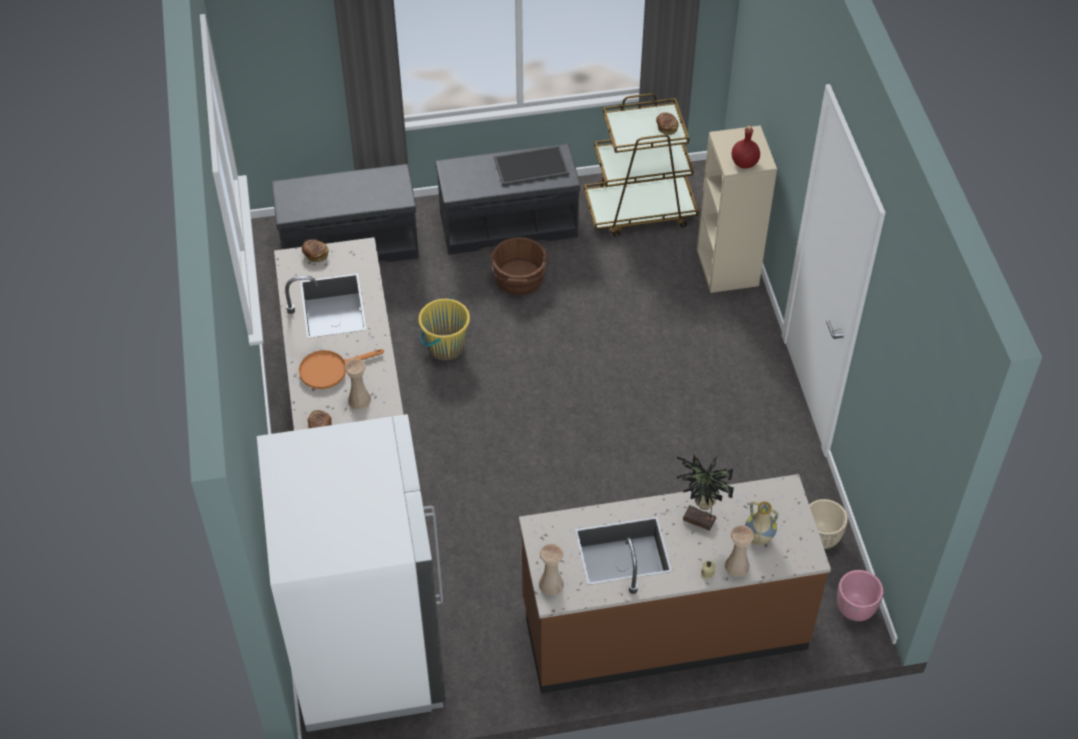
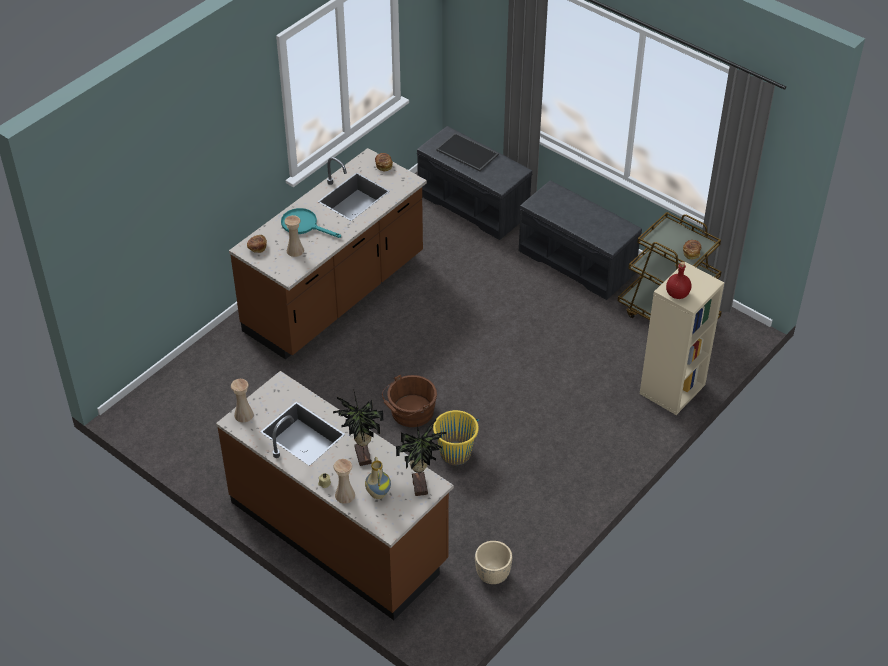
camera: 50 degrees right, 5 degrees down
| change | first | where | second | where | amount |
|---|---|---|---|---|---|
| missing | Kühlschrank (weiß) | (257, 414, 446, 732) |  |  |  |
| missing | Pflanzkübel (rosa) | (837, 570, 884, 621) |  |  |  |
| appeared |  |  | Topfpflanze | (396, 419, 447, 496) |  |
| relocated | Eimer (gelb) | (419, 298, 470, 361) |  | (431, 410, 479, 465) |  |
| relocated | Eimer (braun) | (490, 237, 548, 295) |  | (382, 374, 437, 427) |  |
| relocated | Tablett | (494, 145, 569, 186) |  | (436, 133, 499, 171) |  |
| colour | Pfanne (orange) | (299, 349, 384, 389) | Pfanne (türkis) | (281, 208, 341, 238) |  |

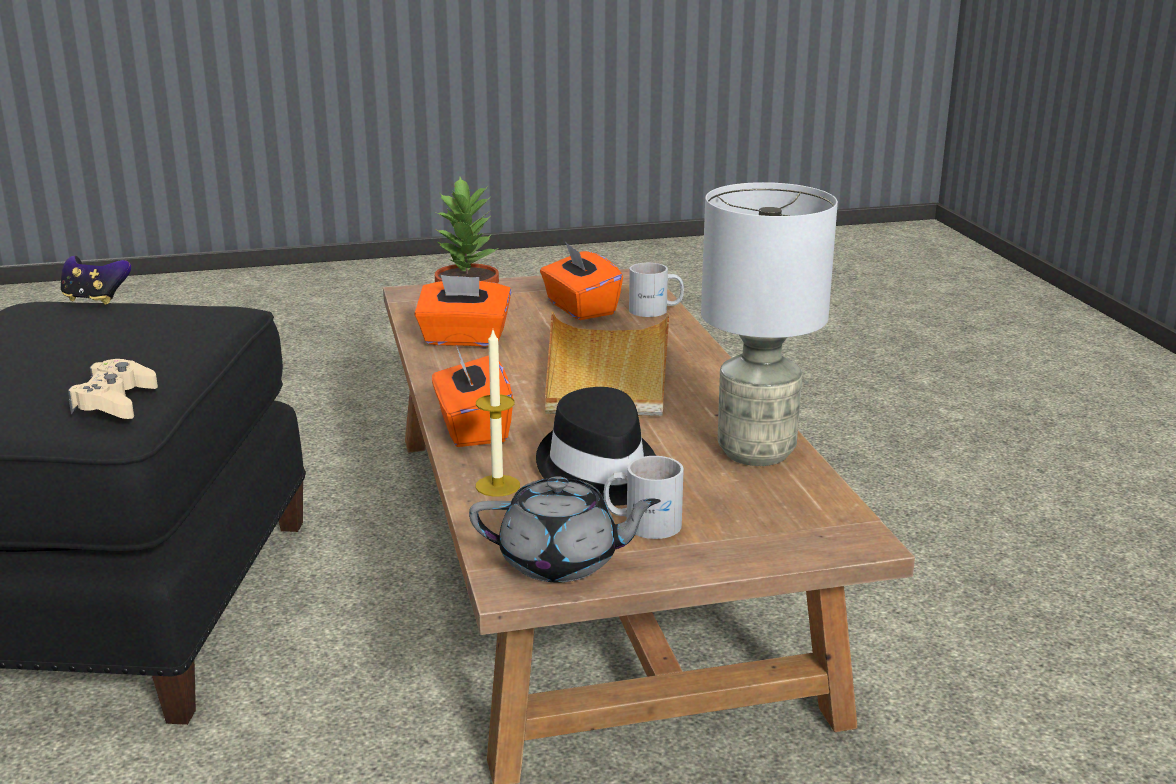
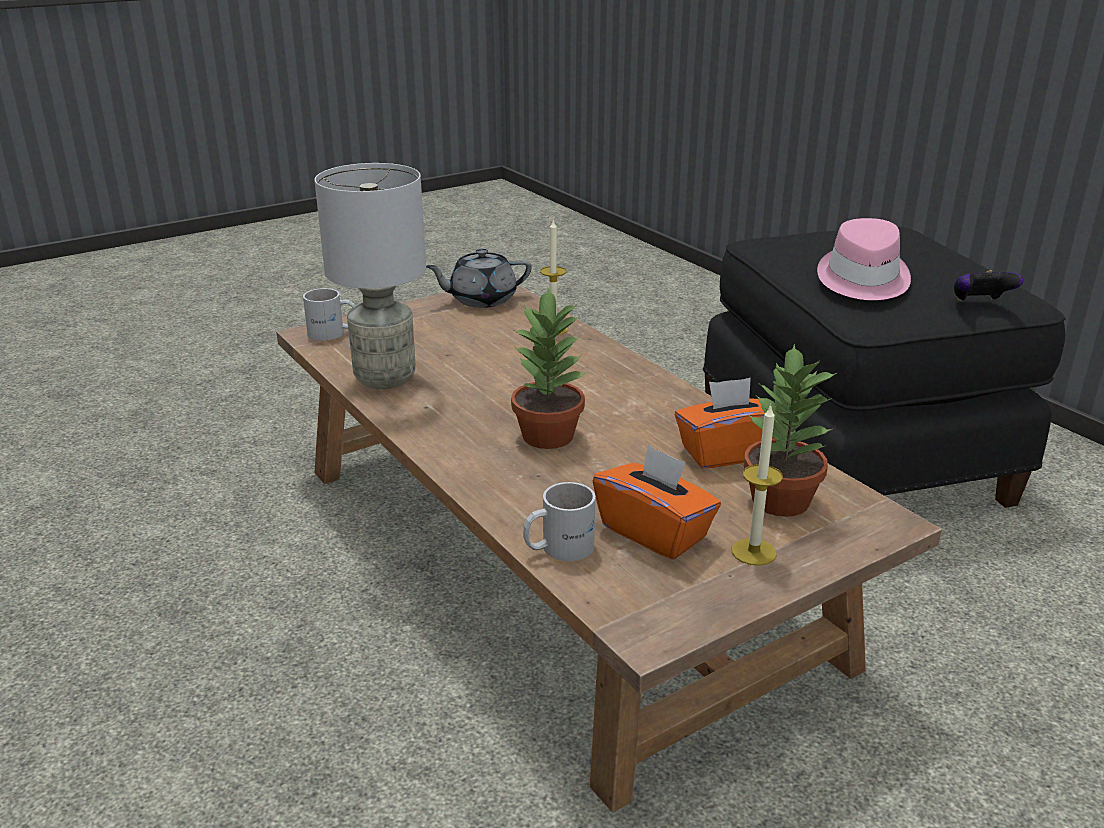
camera: 160 degrees right, 5 degrees up
| change | first | where | second | where | amount |
|---|---|---|---|---|---|
| missing | Gamepad (beige) | (68, 359, 158, 419) |  |  |  |
| missing | Taschentuchbox (orange) | (432, 345, 513, 447) |  |  |  |
| missing | Hut (schwarz) | (536, 387, 656, 506) |  |  |  |
| appeared |  |  | Kerze | (732, 404, 783, 566) |  |
| appeared |  |  | Hut (rosa) | (817, 218, 911, 300) |  |
| relocated | Henkelbecher (weiß) | (604, 456, 684, 539) |  | (303, 288, 356, 341) |  |
| exchanged | Tablett (beige) | (545, 312, 669, 416) | Topfpflanze | (511, 287, 587, 449) |  |

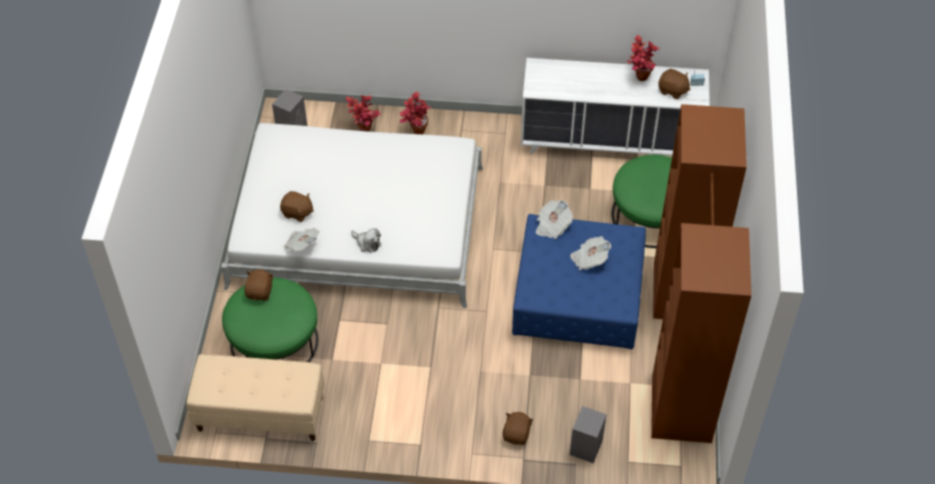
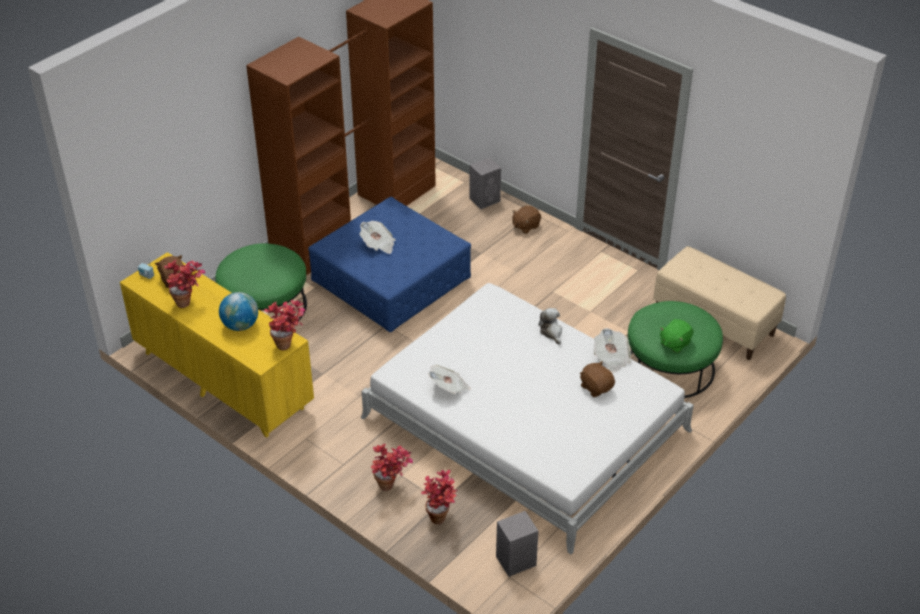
camera: 145 degrees left, 10 degrees down
| change | first | where | second | where | amount |
|---|---|---|---|---|---|
| appeared |  |  | Globus | (219, 292, 258, 331) |  |
| appeared |  |  | Topfpflanze | (264, 300, 305, 350) |  |
| relocated | Zeitung | (536, 200, 573, 239) |  | (428, 365, 471, 394) |  |
| colour | Plüschtier (braun) | (244, 269, 273, 301) | Plüschtier (grün) | (660, 319, 694, 353) |  |
| colour | Kommode (weiß) | (521, 58, 710, 156) | Kommode (gelb) | (120, 252, 314, 438) |  |

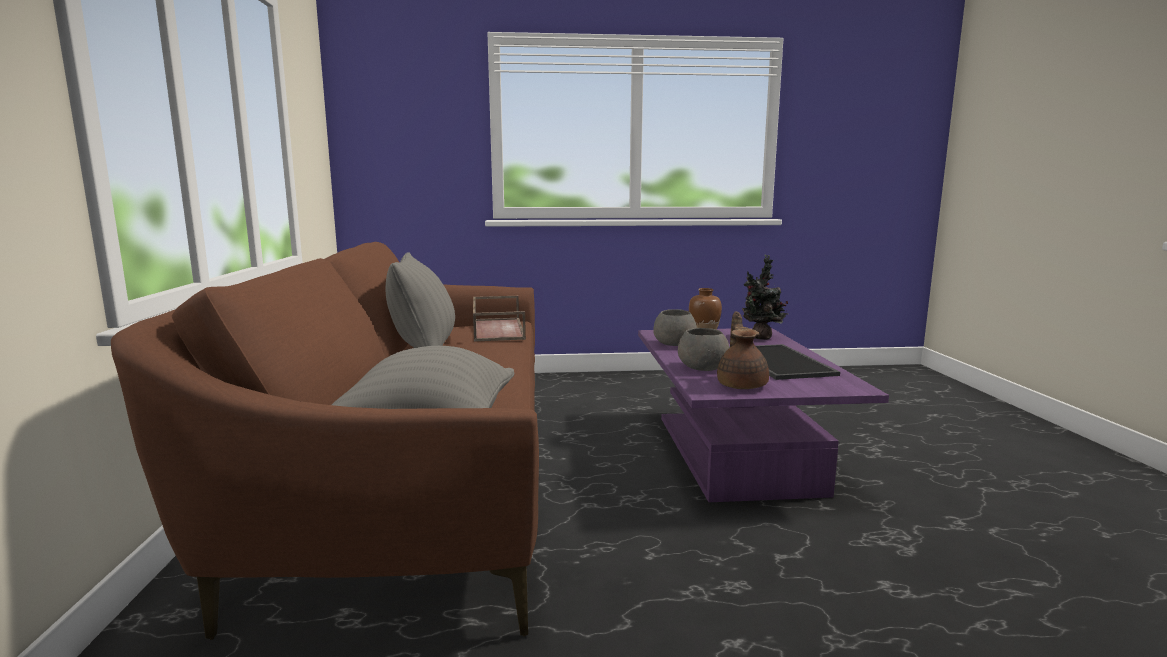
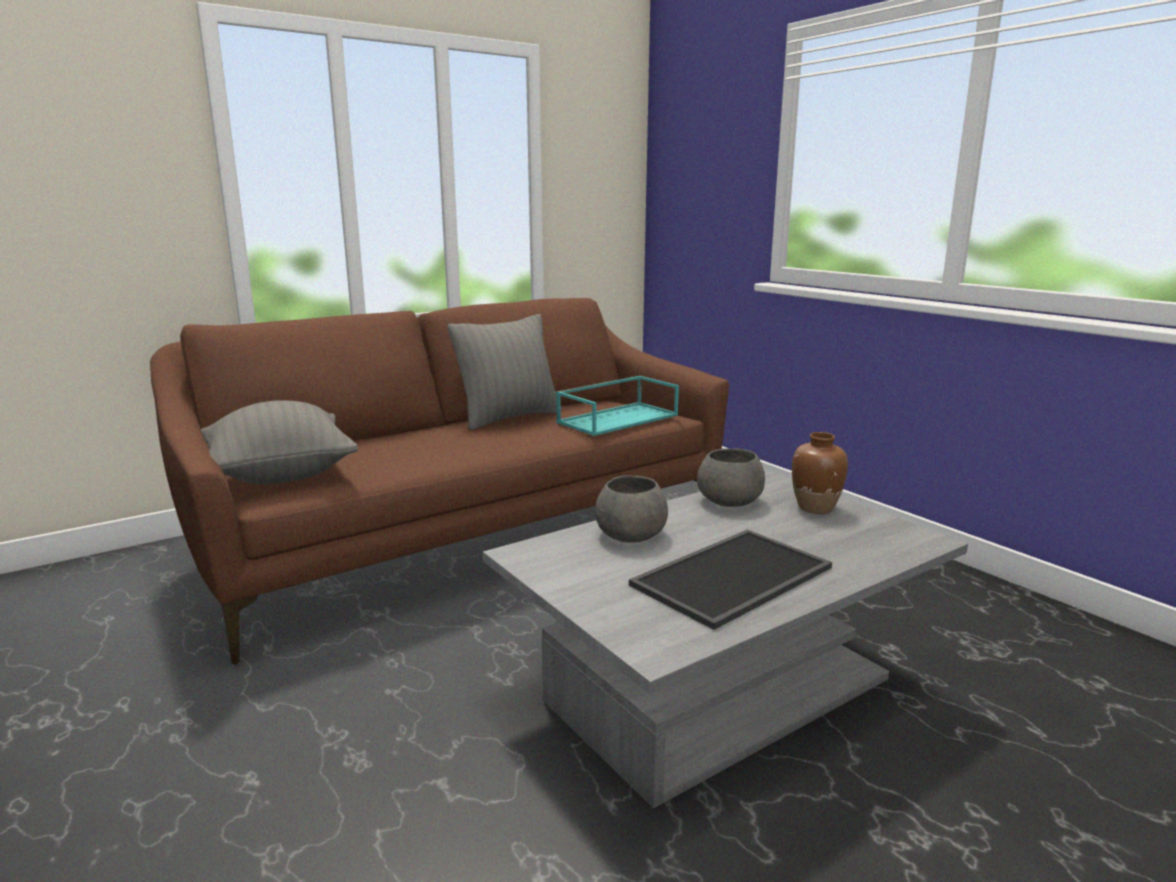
camera: 60 degrees right, 5 degrees up
| change | first | where | second | where | amount |
|---|---|---|---|---|---|
| missing | Teekanne (braun) | (717, 311, 769, 389) |  |  |  |
| missing | Topfpflanze | (742, 255, 788, 340) |  |  |  |
| colour | Tablett (braun) | (473, 296, 526, 342) | Tablett (türkis) | (556, 376, 679, 436) |  |
| colour | Couchtisch (lila) | (638, 328, 889, 502) | Couchtisch (grau) | (483, 472, 968, 808) |  |

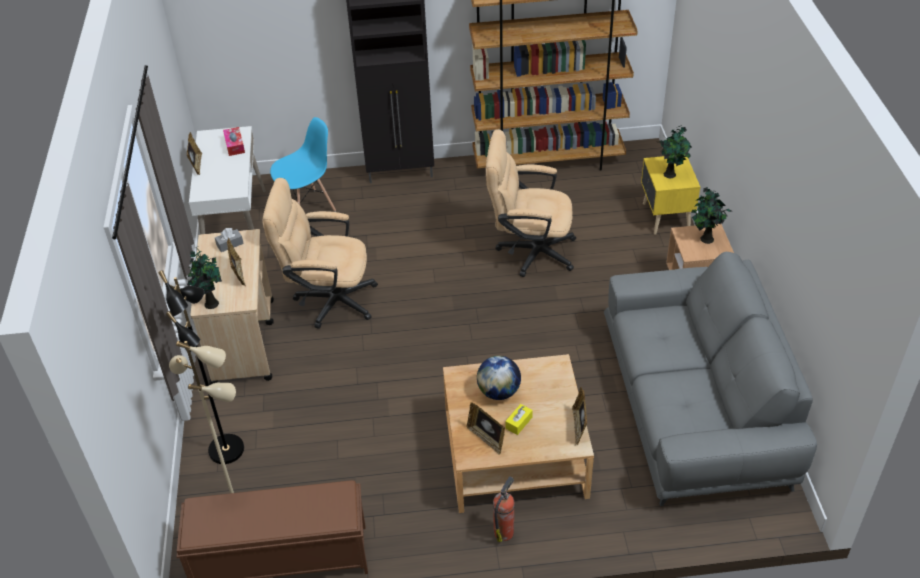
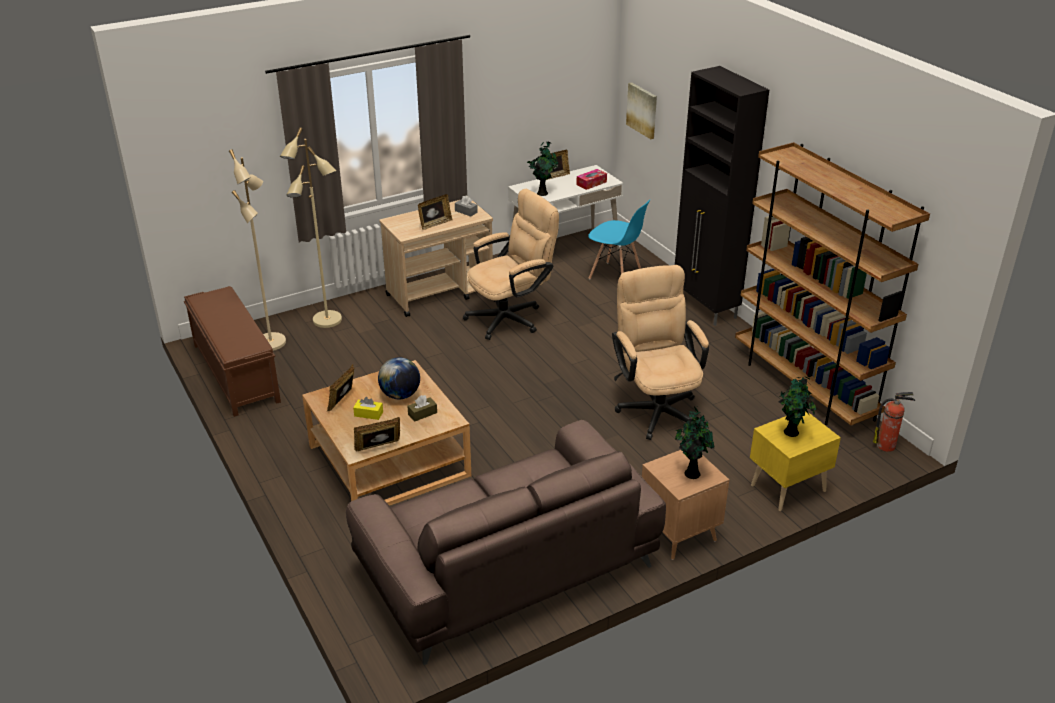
camera: 65 degrees right, 10 degrees down
| change | first | where | second | where | amount |
|---|---|---|---|---|---|
| appeared |  |  | Taschentuchbox (braun) | (407, 395, 437, 422) |  |
| appeared |  |  | Bild | (626, 82, 657, 139) |  |
| relocated | Topfpflanze | (187, 246, 222, 309) |  | (527, 141, 558, 196) |  |
| relocated | Feuerlöscher | (493, 476, 515, 542) |  | (873, 392, 915, 452) |  |
| colour | Stehlampe (schwarz) | (158, 270, 244, 464) | Stehlampe (beige) | (280, 127, 342, 328) |  |
| colour | Sofa (grau) | (604, 252, 817, 506) | Sofa (braun) | (346, 420, 666, 665) |  |
| spun | Bürostuhl (beige) | (262, 178, 378, 329) |  | (463, 189, 559, 340) | 75 degrees clockwise |

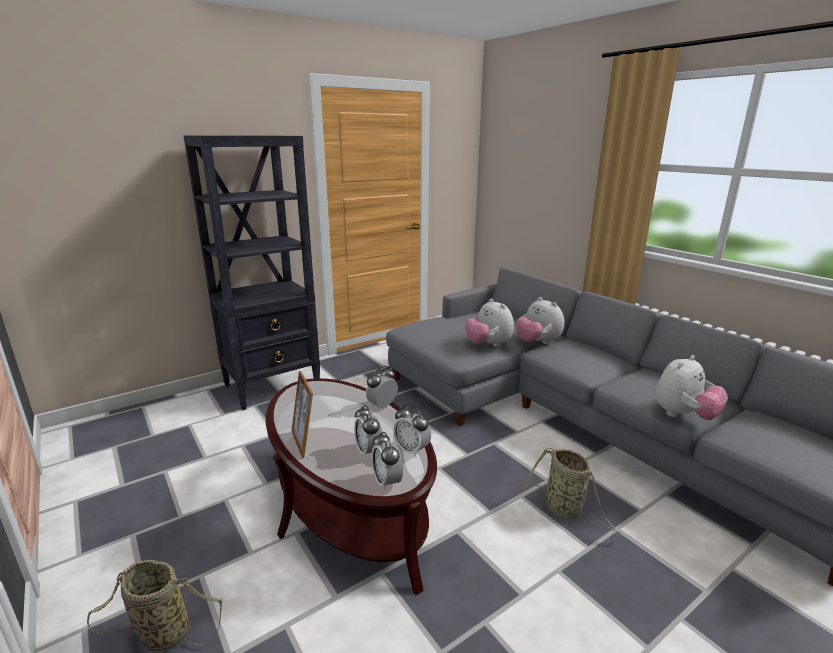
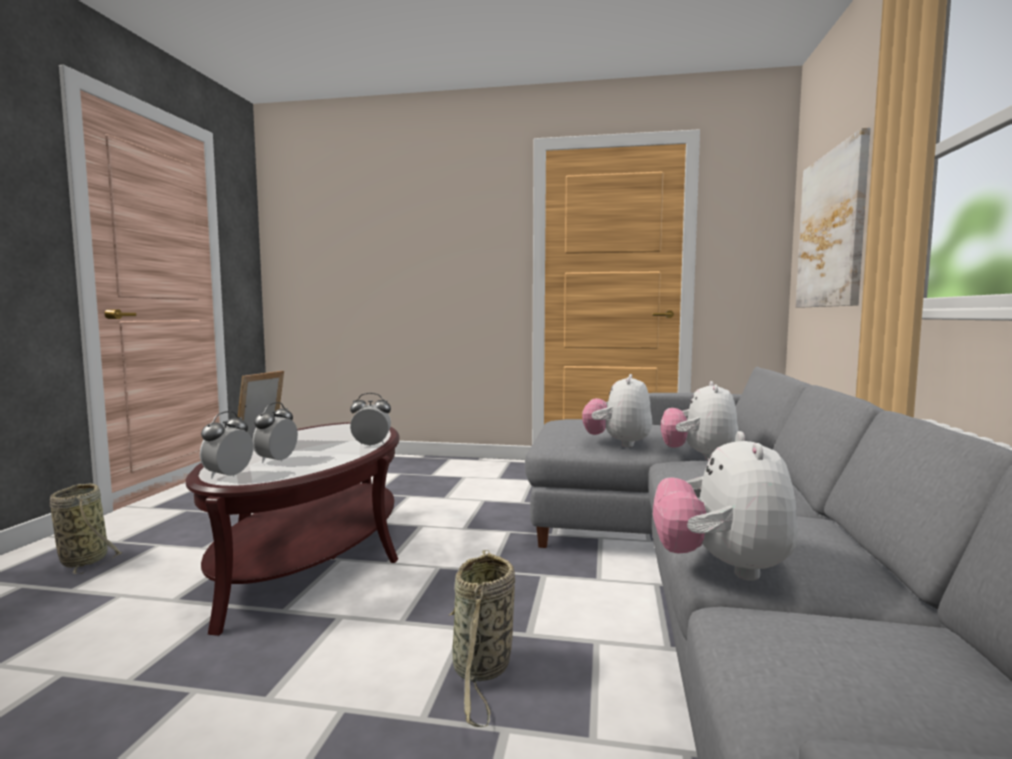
camera: 45 degrees right, 15 degrees down
| change | first | where | second | where | amount |
|---|---|---|---|---|---|
| missing | Bücherregal (schwarz) | (183, 135, 320, 411) |  |  |  |
| missing | Wecker | (393, 405, 431, 457) |  |  |  |
| appeared |  |  | Bild | (796, 127, 871, 308) |  |
| spun | Plüschtier | (655, 355, 728, 420) |  | (653, 431, 798, 581) | 90 degrees clockwise |

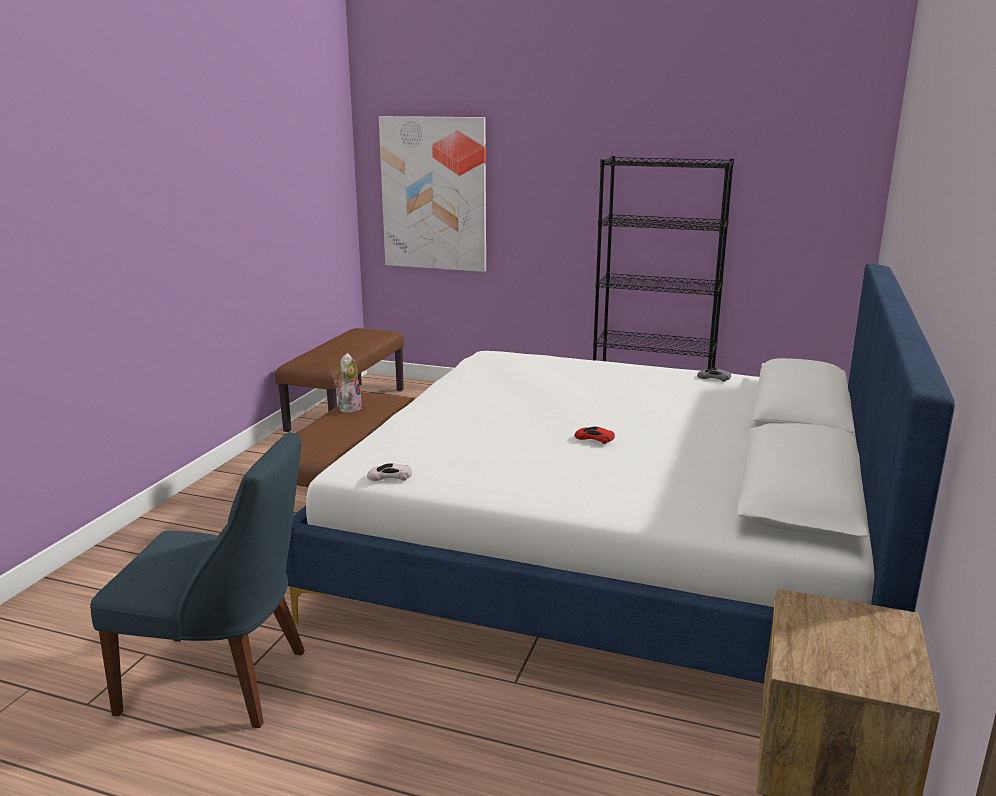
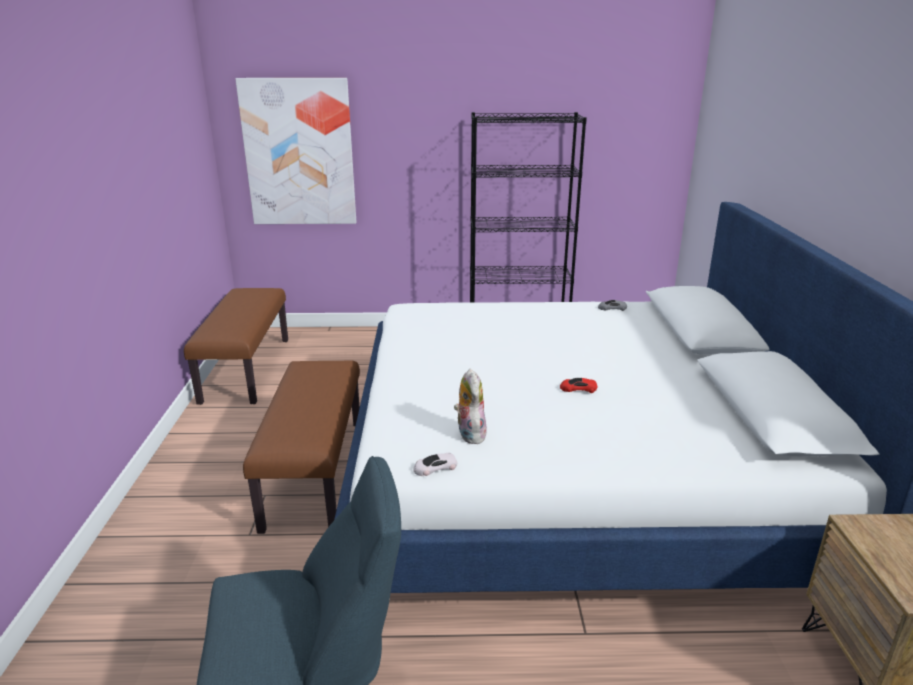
camera: 20 degrees left, 5 degrees up
| change | first | where | second | where | amount |
|---|---|---|---|---|---|
| relocated | Plüschtier | (334, 353, 362, 413) |  | (454, 369, 487, 444) |  |

